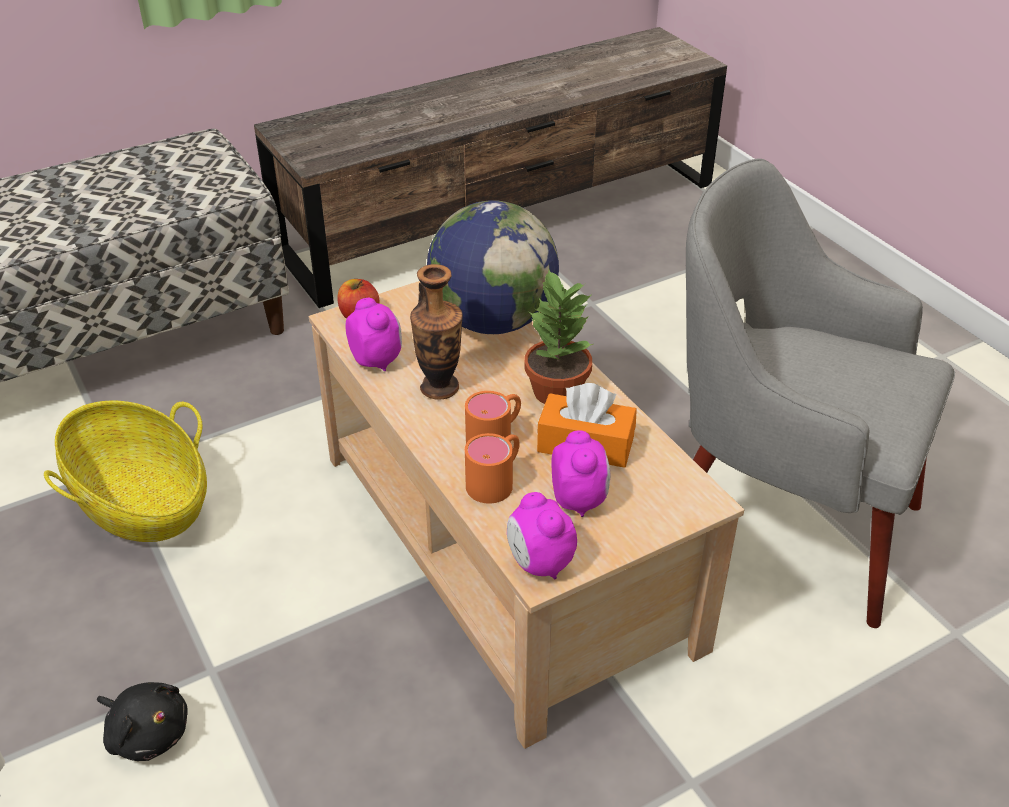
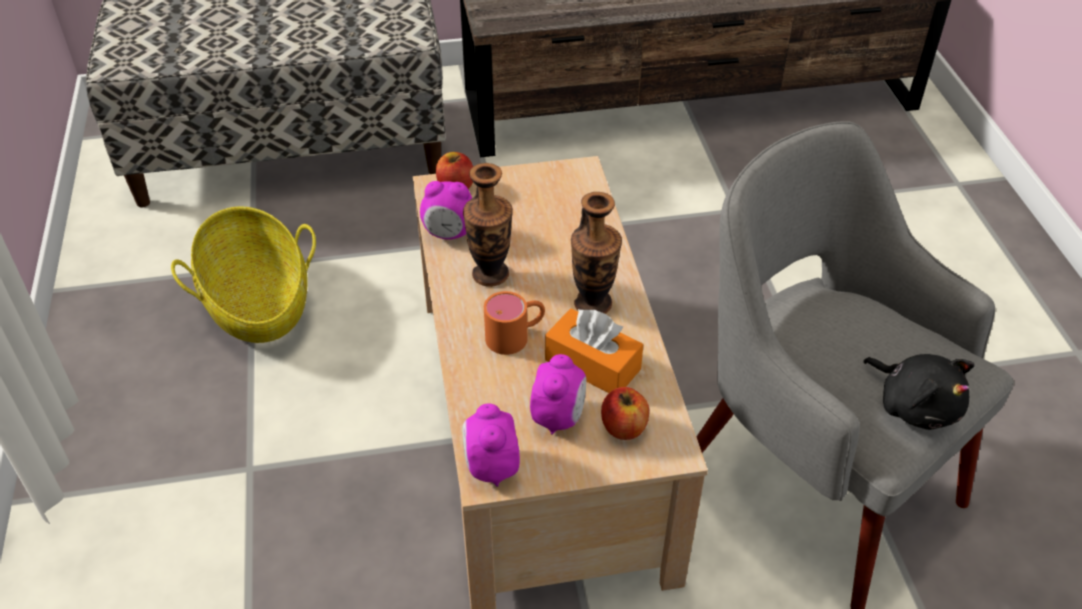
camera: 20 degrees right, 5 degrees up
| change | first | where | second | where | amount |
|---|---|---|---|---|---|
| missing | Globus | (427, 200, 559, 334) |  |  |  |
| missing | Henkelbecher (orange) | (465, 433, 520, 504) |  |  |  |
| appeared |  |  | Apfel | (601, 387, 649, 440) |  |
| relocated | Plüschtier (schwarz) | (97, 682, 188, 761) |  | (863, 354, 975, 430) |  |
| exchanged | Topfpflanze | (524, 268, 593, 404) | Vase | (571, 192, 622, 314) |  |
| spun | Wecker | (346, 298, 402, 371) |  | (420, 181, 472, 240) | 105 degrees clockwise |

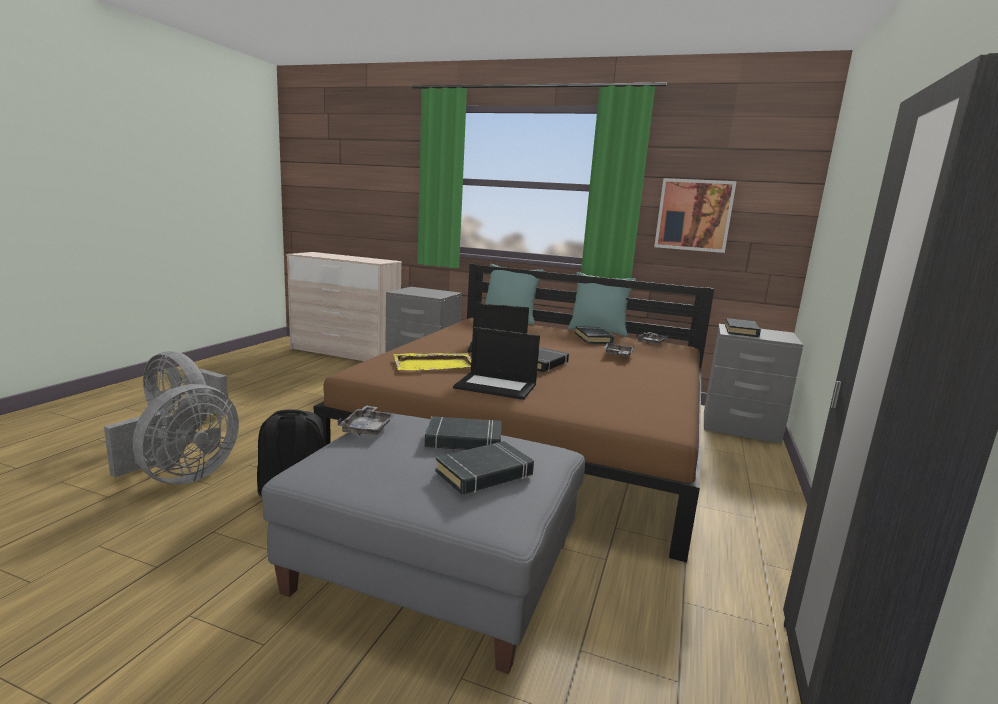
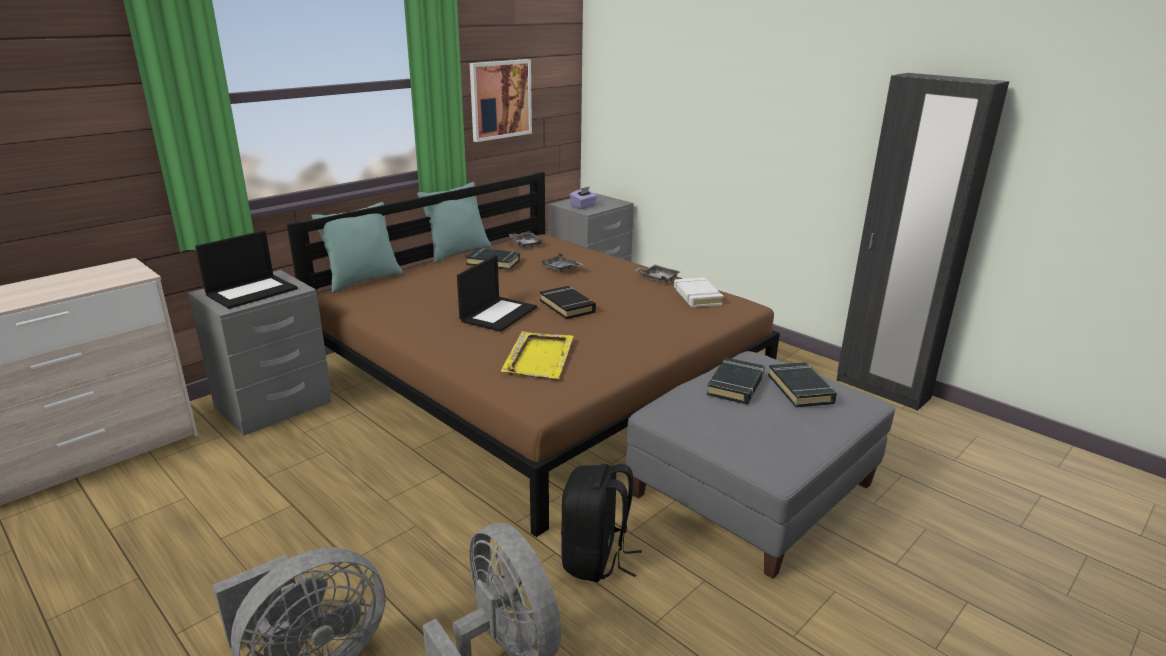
camera: 65 degrees left, 10 degrees up
| change | first | where | second | where | amount |
|---|---|---|---|---|---|
| appeared |  |  | Buch (weiß) | (674, 277, 723, 307) |  |
| relocated | Tablett (grau) | (337, 405, 396, 436) |  | (635, 265, 680, 284) |  |
| relocated | Laptop | (453, 327, 540, 400) |  | (195, 231, 298, 309) |  |
| exchanged | Buch (schwarz) | (725, 318, 761, 337) | Taschentuchbox (lila) | (569, 187, 598, 209) |  |

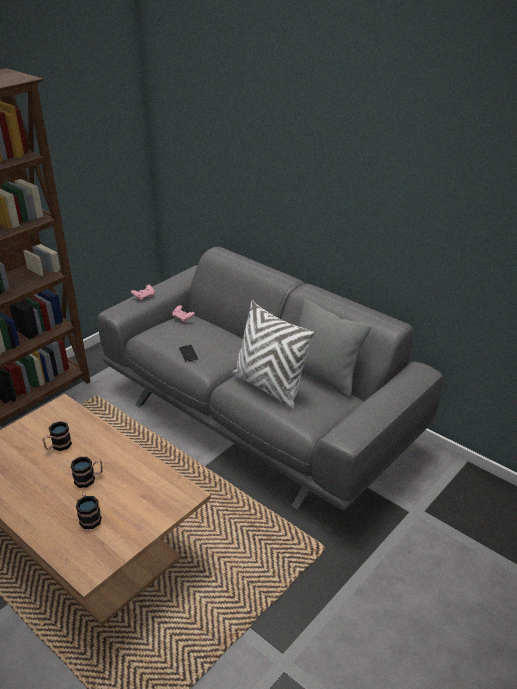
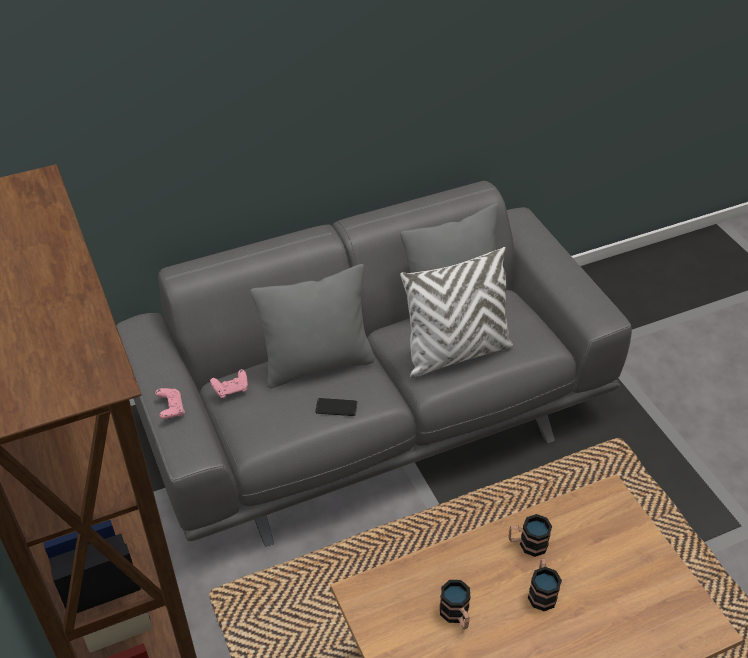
camera: 65 degrees left, 10 degrees up
| change | first | where | second | where | amount |
|---|---|---|---|---|---|
| appeared |  |  | Kissen (grau) | (250, 264, 375, 388) |  |
| relocated | Henkelbecher | (76, 492, 102, 529) |  | (509, 514, 552, 557) |  |

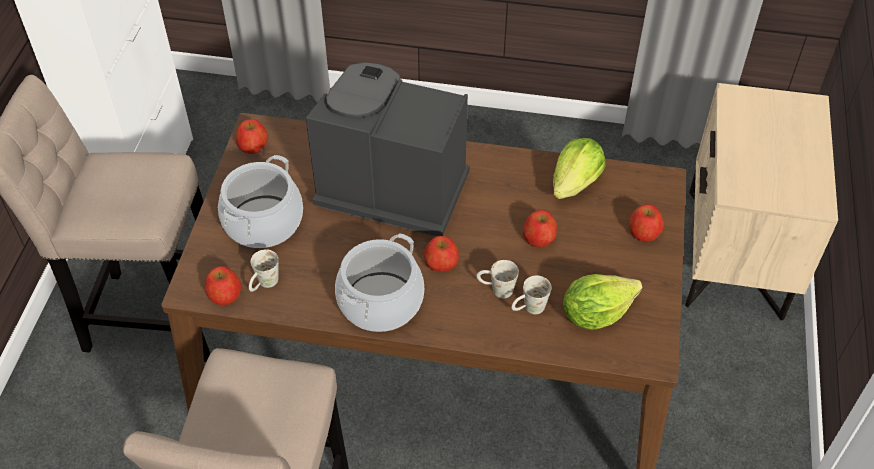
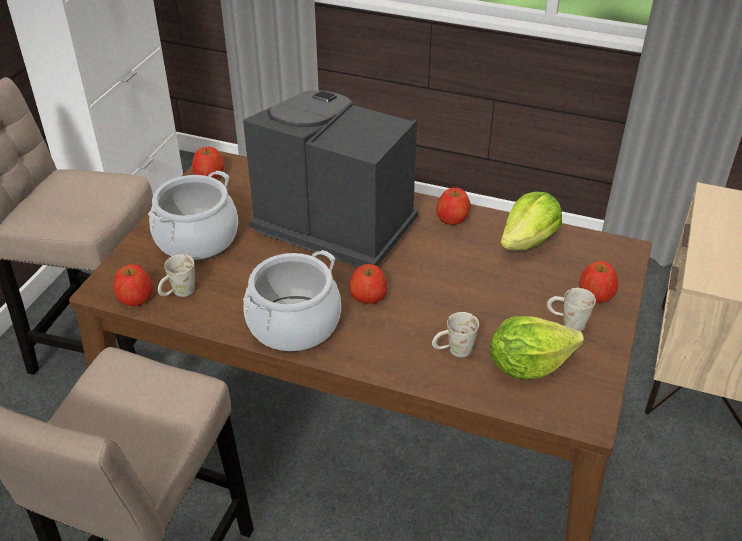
camera: 10 degrees right, 10 degrees down
| change | first | where | second | where | amount |
|---|---|---|---|---|---|
| relocated | Henkelbecher (weiß) | (476, 260, 519, 298) |  | (547, 288, 596, 331) |  |
| relocated | Apfel | (523, 210, 557, 247) |  | (436, 188, 471, 225) |  |

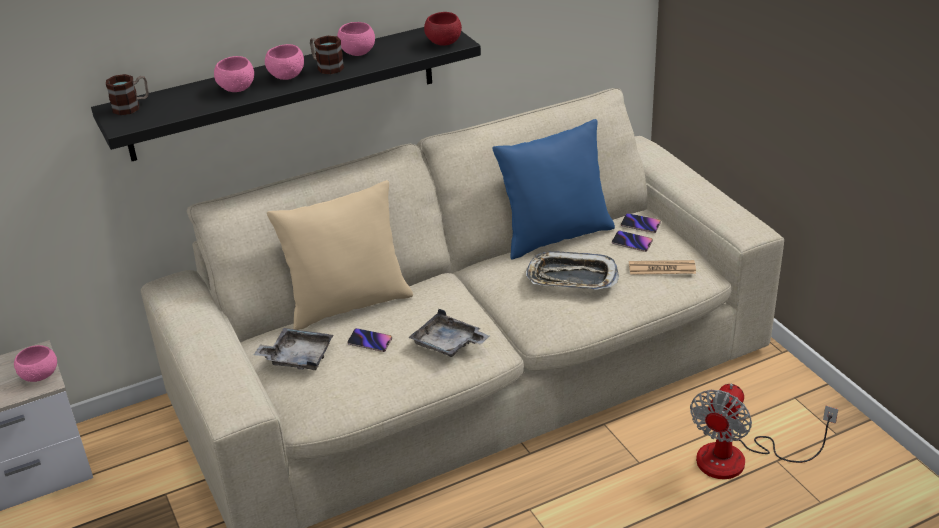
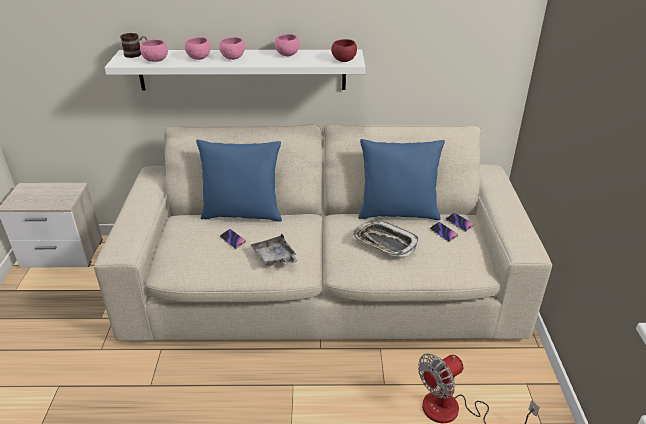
camera: 25 degrees right, 0 degrees up
| change | first | where | second | where | amount |
|---|---|---|---|---|---|
| missing | Tablett (grau) | (254, 328, 333, 370) |  |  |  |
| missing | Henkelbecher | (310, 36, 344, 74) |  |  |  |
| missing | Zeitung | (629, 260, 696, 275) |  |  |  |
| relocated | Schüssel (rosa) | (14, 345, 57, 382) |  | (140, 39, 168, 62) |  |
| colour | Wandregal (schwarz) | (91, 27, 481, 161) | Wandregal (weiß) | (105, 50, 365, 90) |  |
| colour | Kissen (beige) | (267, 180, 413, 330) | Kissen (blau) | (196, 140, 282, 222) |  |

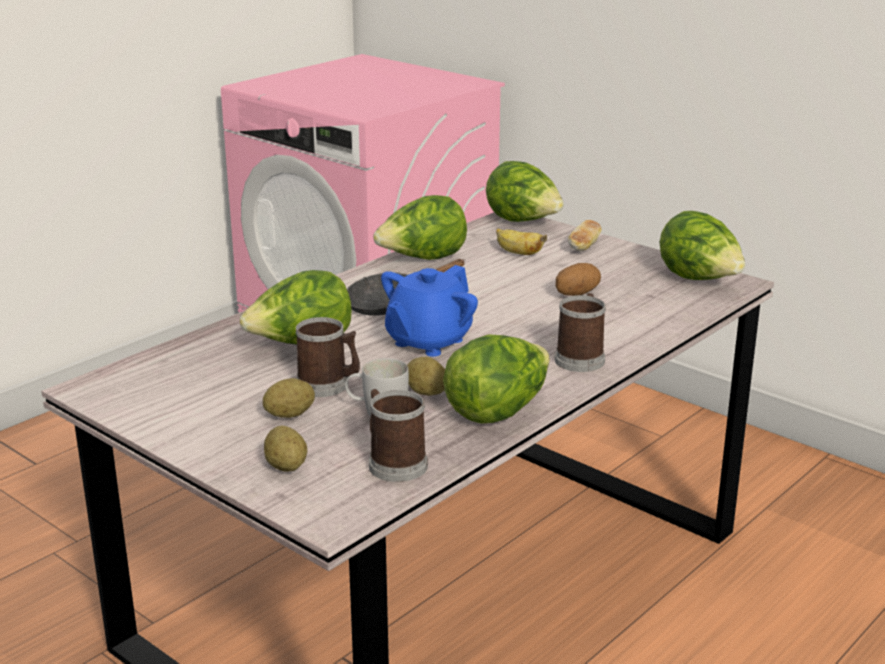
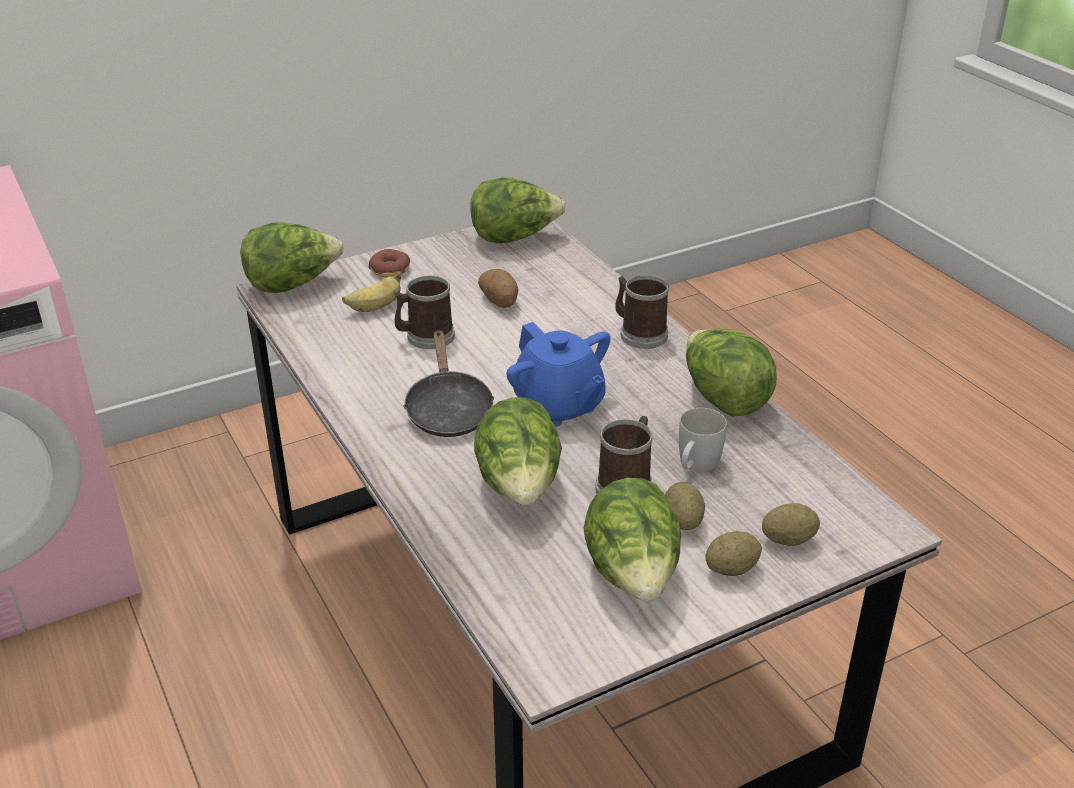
camera: 70 degrees left, 10 degrees up
| change | first | where | second | where | amount |
|---|---|---|---|---|---|
| relocated | Henkelbecher | (369, 389, 428, 482) |  | (394, 276, 455, 349) |  |
| relocated | Salatkopf | (373, 195, 467, 260) |  | (584, 478, 681, 602) |  |
| relocated | Kartoffel | (407, 357, 445, 396) |  | (706, 531, 762, 576) |  |
| exchanged | Brot | (568, 220, 602, 251) | Donut | (369, 249, 410, 278) |  |

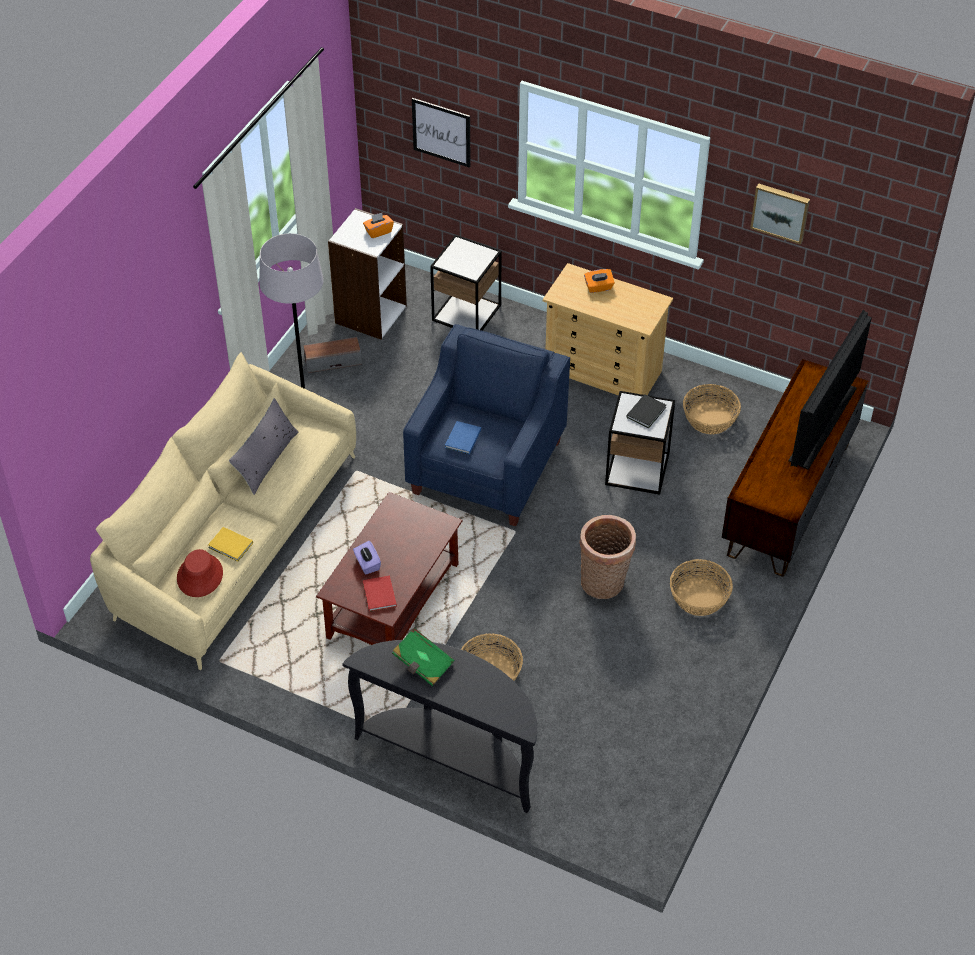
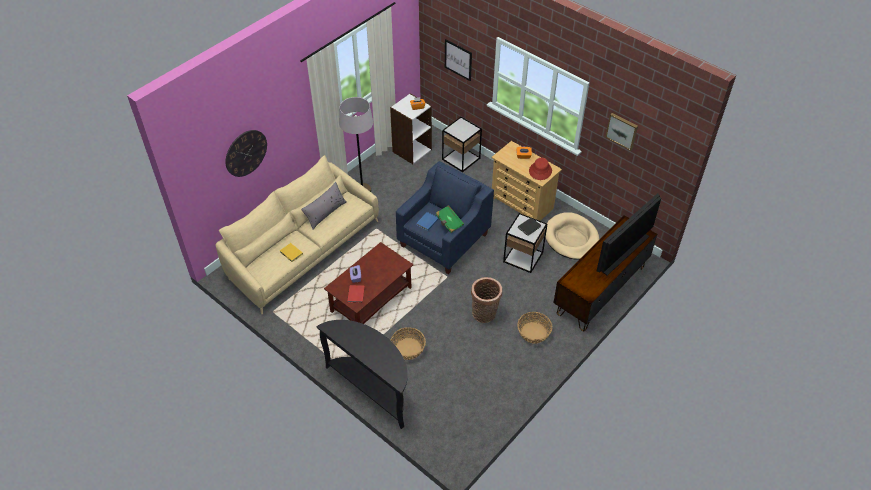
camera: 15 degrees right, 0 degrees up
| change | first | where | second | where | amount |
|---|---|---|---|---|---|
| missing | Lautsprecher | (303, 337, 362, 373) |  |  |  |
| appeared |  |  | Wanduhr | (226, 130, 267, 177) |  |
| relocated | Hut (rot) | (177, 549, 223, 597) |  | (529, 158, 552, 180) |  |
| relocated | Buch (grün) | (392, 628, 454, 686) |  | (435, 205, 464, 233) |  |
| exchanged | Korb | (683, 384, 741, 434) | Hundebett (beige) | (544, 212, 599, 260) |  |

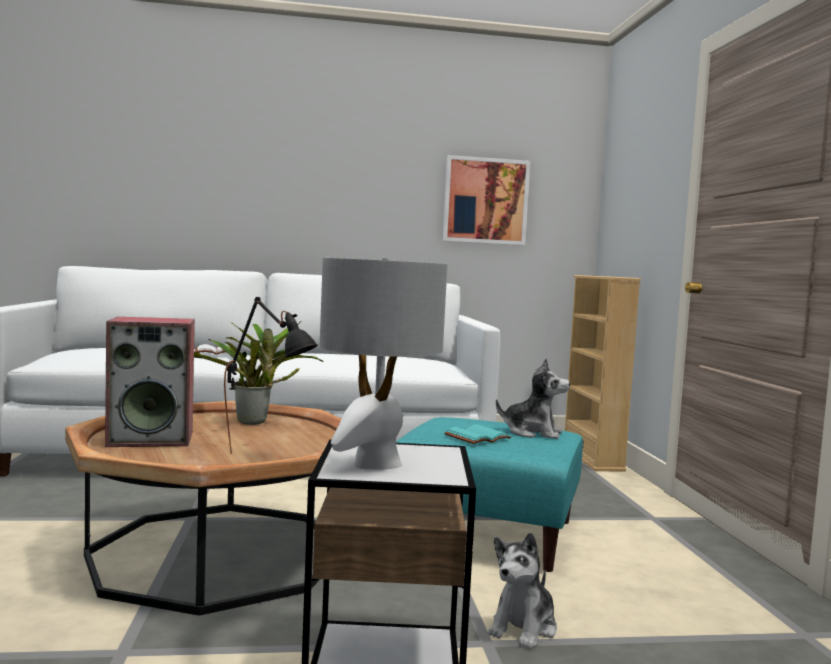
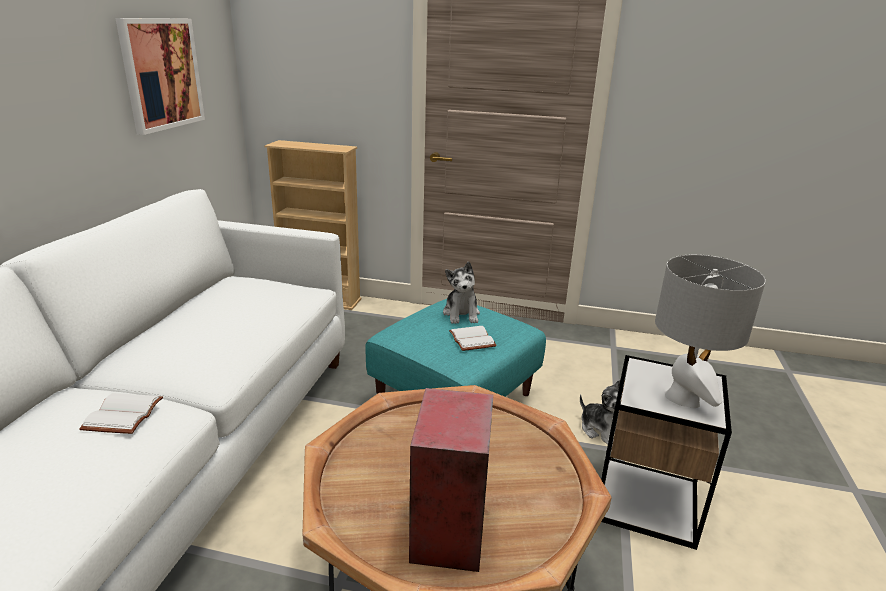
camera: 70 degrees left, 20 degrees up
| change | first | where | second | where | amount |
|---|---|---|---|---|---|
| missing | Topfpflanze | (194, 321, 323, 425) |  |  |  |
| missing | Tischlampe (schwarz) | (224, 297, 318, 454) |  |  |  |
| colour | Buch (türkis) | (444, 425, 511, 444) | Buch (weiß) | (449, 326, 497, 351) |  |
| spun | Plüschtier | (496, 359, 570, 439) |  | (443, 262, 480, 324) | 135 degrees clockwise |

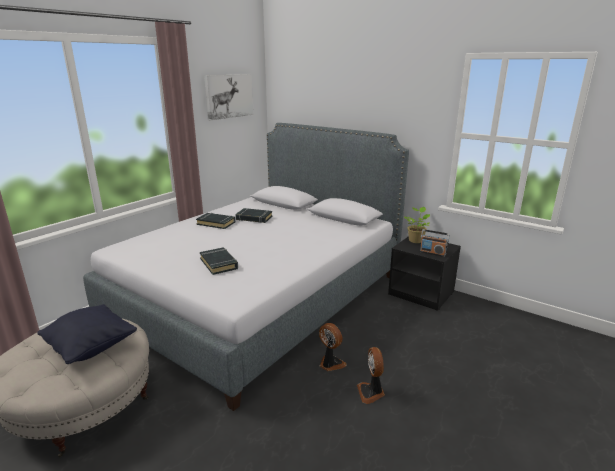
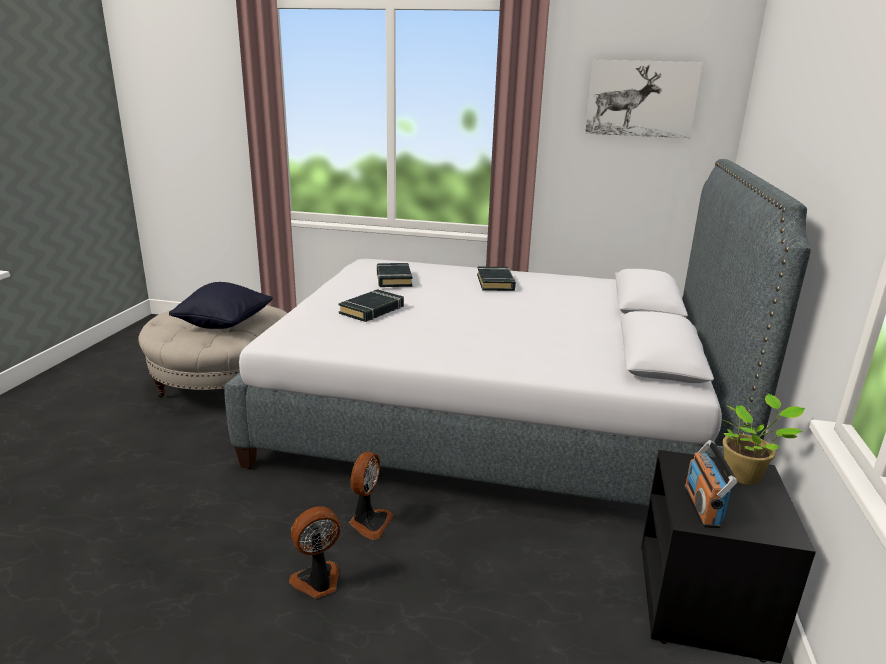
camera: 65 degrees right, 0 degrees up
| change | first | where | second | where | amount |
|---|---|---|---|---|---|
| relocated | Buch (schwarz) | (235, 208, 273, 223) |  | (377, 263, 412, 287) |  |

